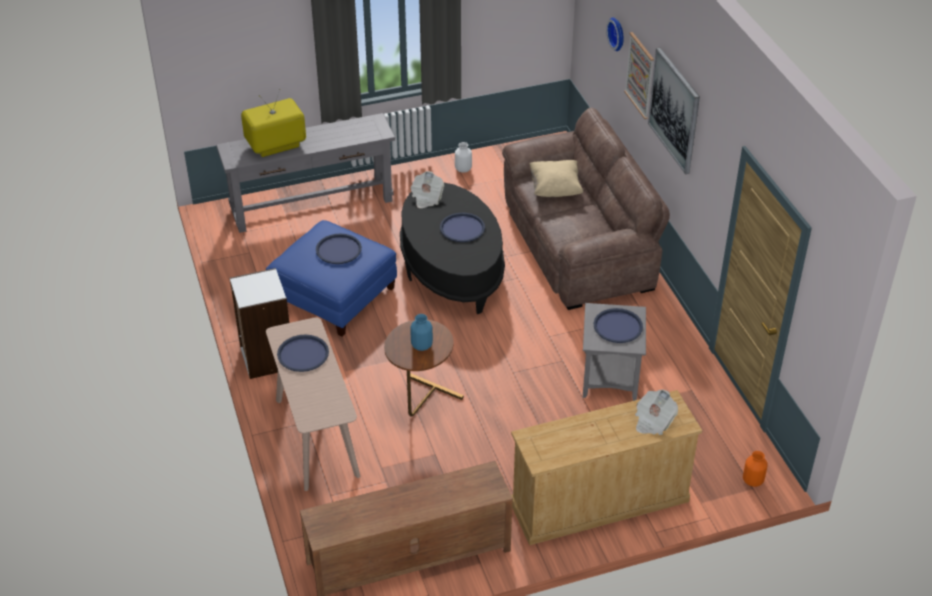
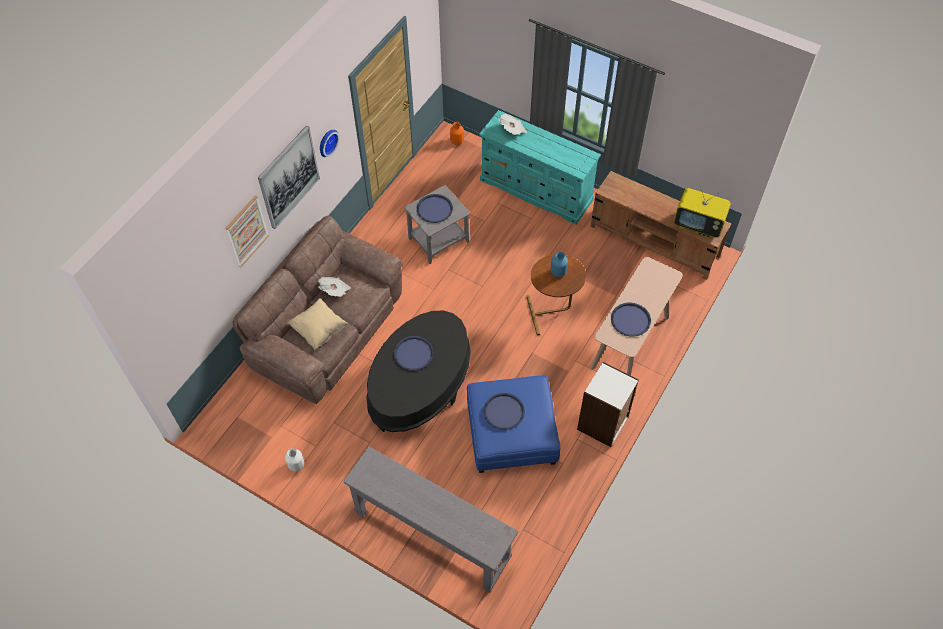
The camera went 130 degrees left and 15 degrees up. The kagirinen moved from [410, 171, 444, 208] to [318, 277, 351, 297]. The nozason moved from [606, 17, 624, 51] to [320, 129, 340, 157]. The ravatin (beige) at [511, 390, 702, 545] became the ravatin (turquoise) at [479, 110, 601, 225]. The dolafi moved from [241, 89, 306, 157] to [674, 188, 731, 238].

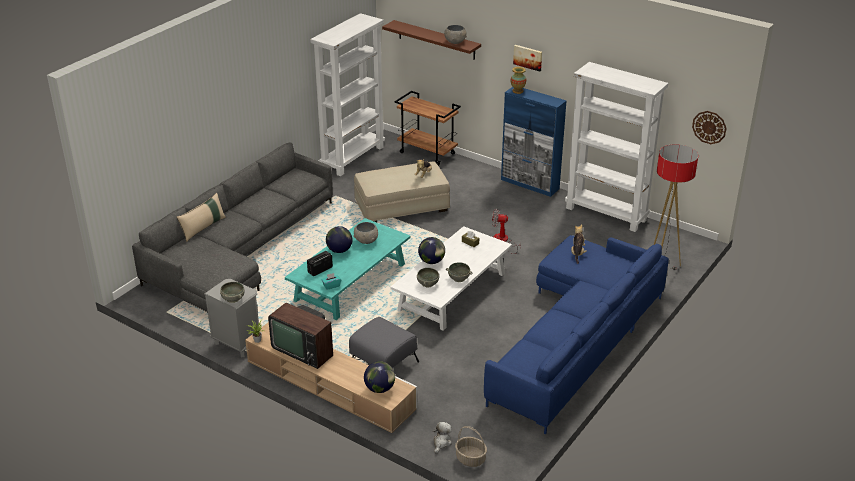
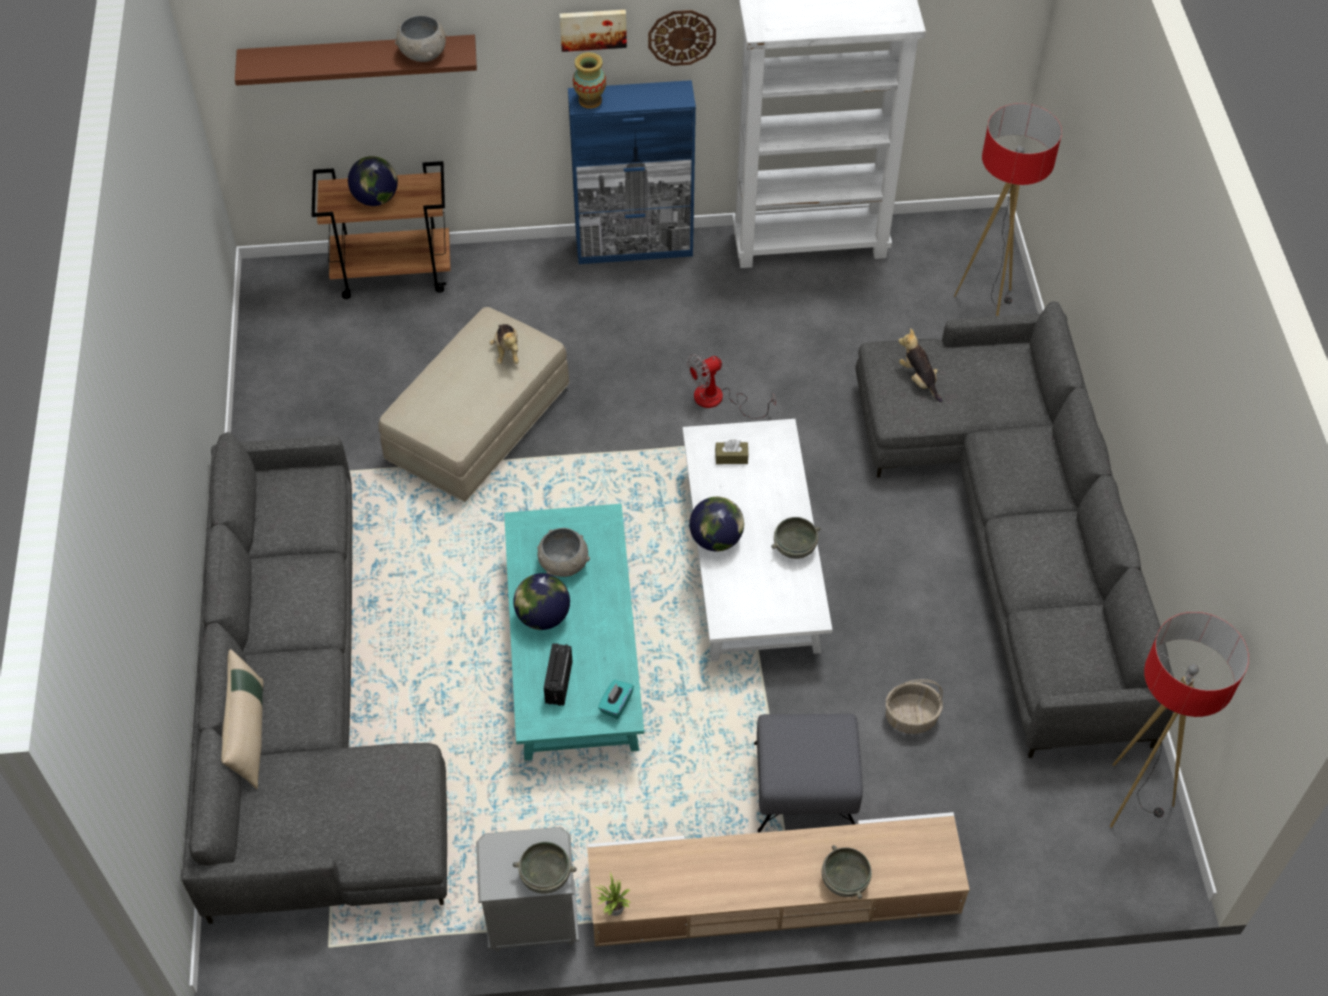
The camera went 40 degrees left and 20 degrees up. The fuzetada moved from [364, 361, 395, 393] to [348, 156, 398, 206]. The nozason moved from [692, 111, 727, 144] to [648, 10, 716, 66]. The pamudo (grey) moved from [417, 268, 439, 287] to [822, 845, 872, 899]. The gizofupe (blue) at [484, 235, 669, 435] became the gizofupe (grey) at [856, 301, 1174, 758]. The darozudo moved from [455, 426, 487, 467] to [886, 679, 943, 734]. The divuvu at [1110, 612, 1249, 828] appeared. The dolafi at [268, 303, 333, 369] disappeared. The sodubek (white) at [310, 13, 385, 176] disappeared. The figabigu at [433, 422, 452, 454] disappeared.

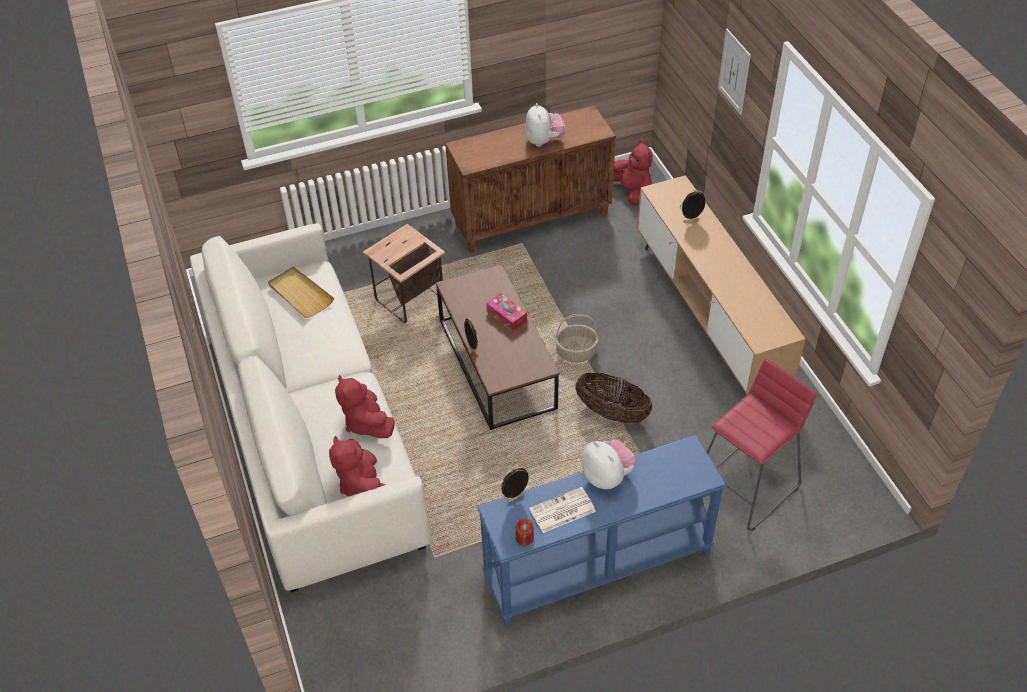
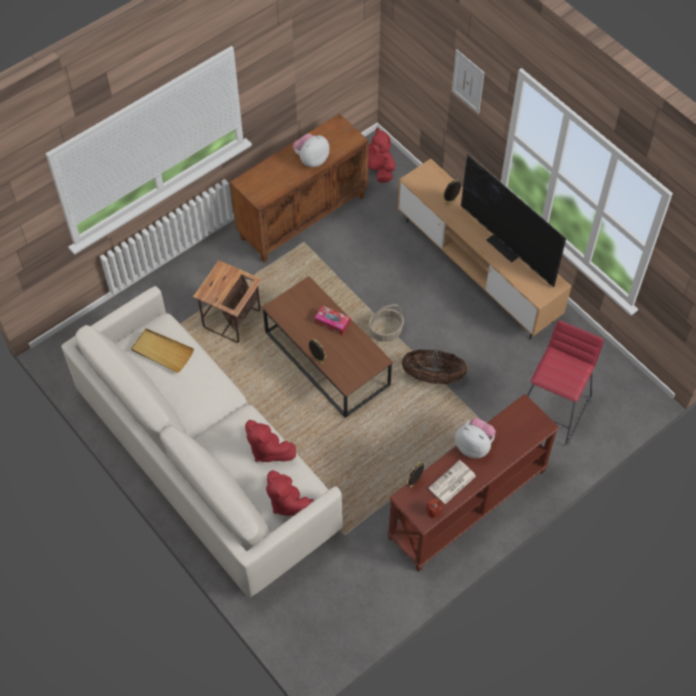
The camera went 20 degrees left and 10 degrees up. The figabigu at [525, 103, 565, 147] turned 105 degrees counterclockwise. The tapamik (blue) at [477, 435, 726, 626] became the tapamik (brown) at [387, 394, 560, 572]. The dolafi at [461, 154, 566, 287] appeared.

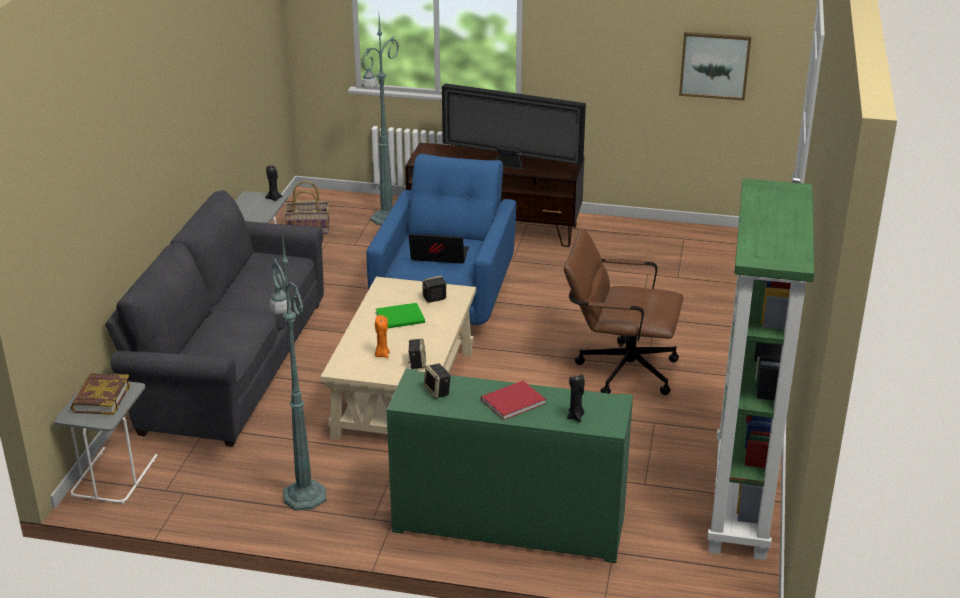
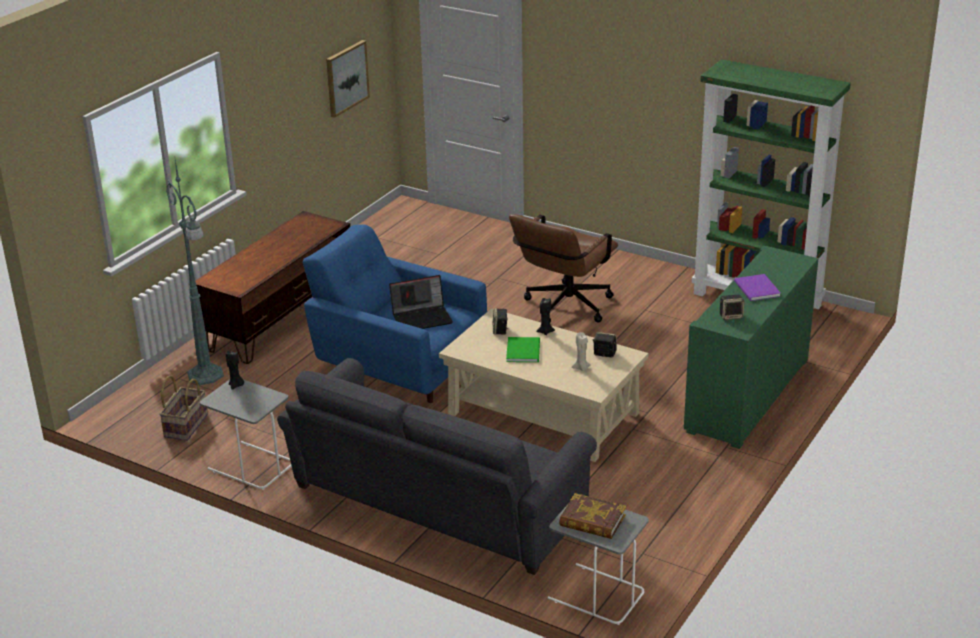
The camera went 70 degrees left and 0 degrees up. The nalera at [408, 234, 469, 264] turned 135 degrees counterclockwise. The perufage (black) moved from [567, 374, 585, 422] to [536, 298, 555, 335]. The perufage (orange) at [375, 315, 390, 358] became the perufage (beige) at [572, 333, 590, 371]. The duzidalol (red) at [481, 381, 546, 420] became the duzidalol (purple) at [734, 274, 781, 301]. The divuvu (green) at [269, 233, 327, 511] disappeared. The dolafi at [442, 83, 586, 170] disappeared.

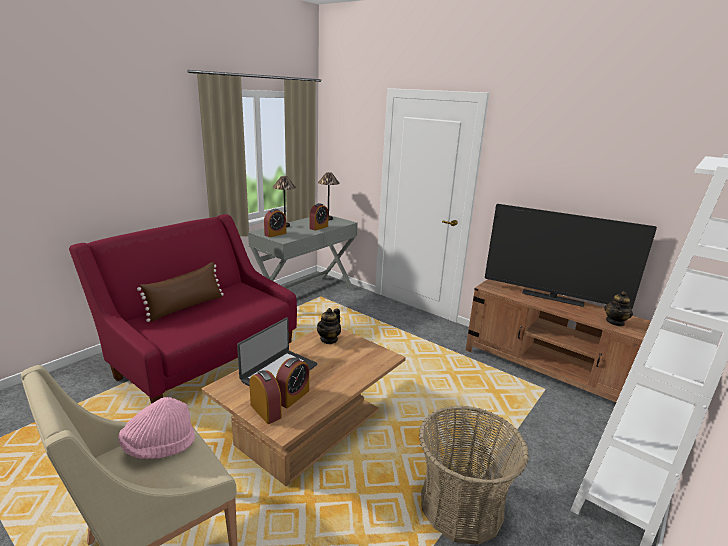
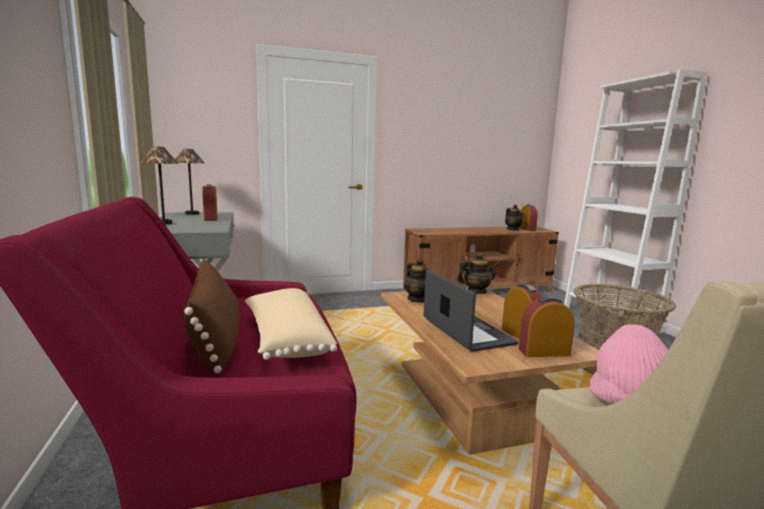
The camera went 55 degrees left and 10 degrees down. The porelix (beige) at [245, 288, 337, 360] appeared. The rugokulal at [457, 253, 499, 294] appeared. The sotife moved from [264, 209, 286, 237] to [519, 204, 538, 231]. The dolafi at [485, 204, 657, 309] disappeared.

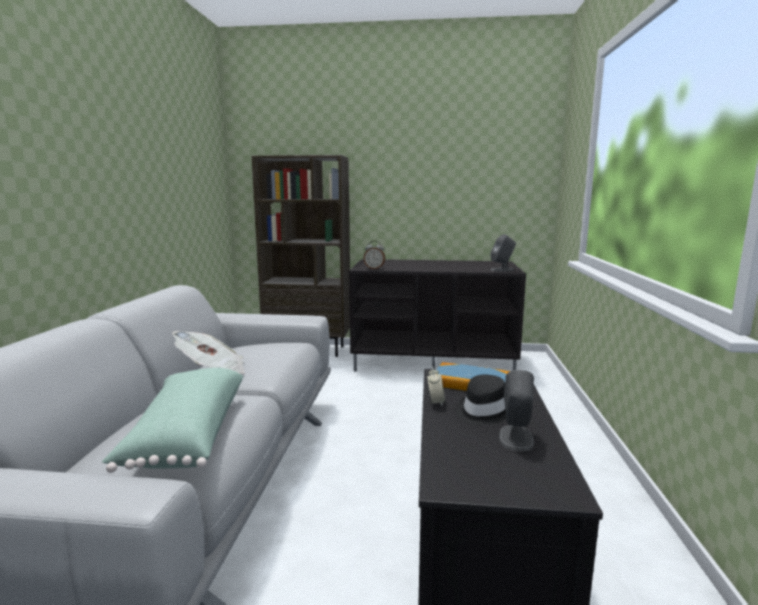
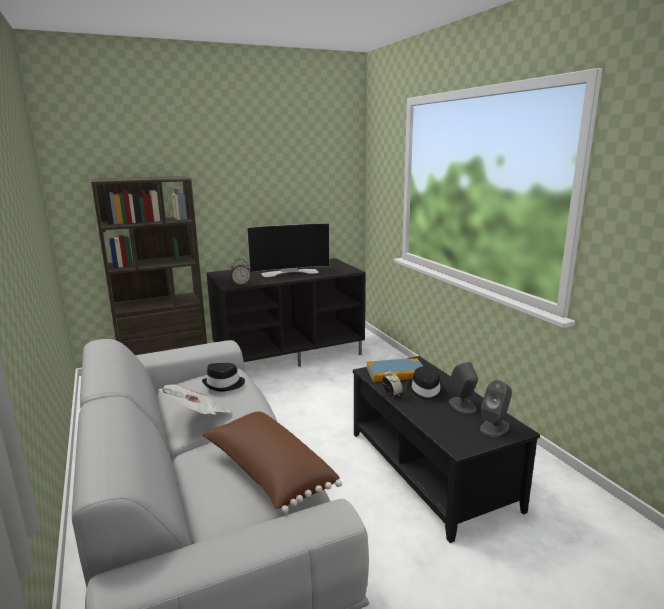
The camera went 30 degrees left and 5 degrees up. The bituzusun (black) at [202, 363, 245, 391] appeared. The porelix (green) at [102, 368, 243, 473] became the porelix (brown) at [203, 412, 342, 514]. The dolafi at [247, 223, 330, 277] appeared. The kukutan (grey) moved from [490, 234, 516, 272] to [480, 380, 512, 437].

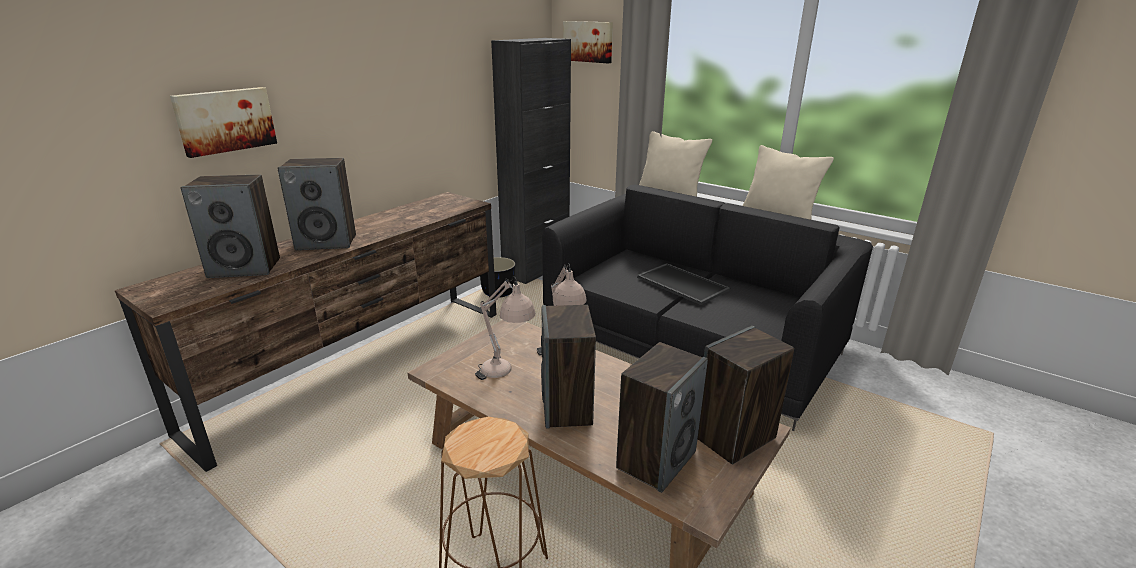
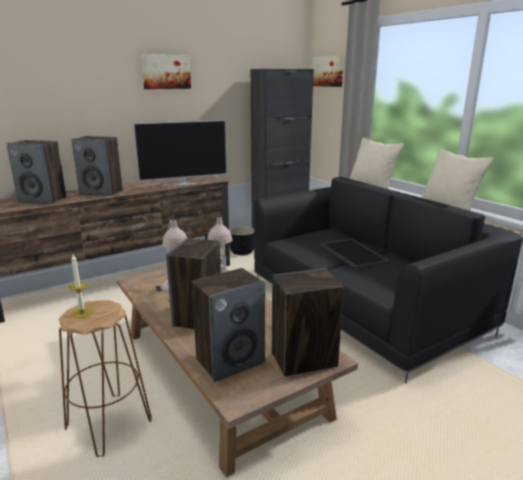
The camera went 20 degrees right and 5 degrees down. The perufage at [69, 254, 93, 318] appeared. The dolafi at [133, 120, 227, 187] appeared. The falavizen moved from [170, 87, 277, 158] to [141, 54, 191, 89].

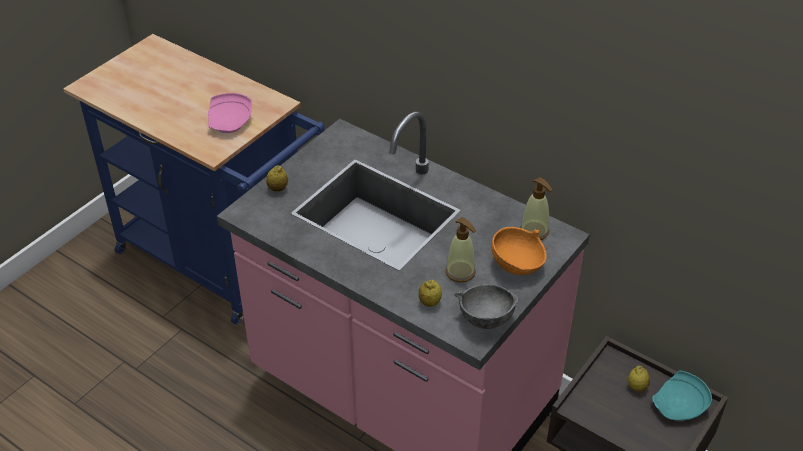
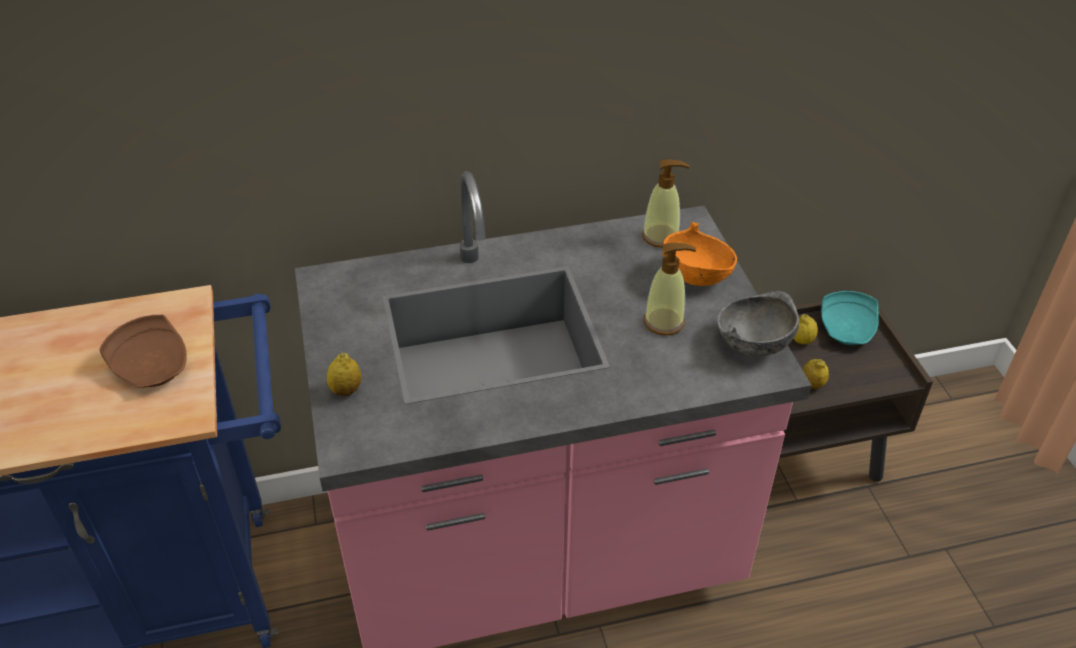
The camera went 50 degrees left and 0 degrees up. The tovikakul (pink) at [208, 93, 252, 133] became the tovikakul (brown) at [99, 315, 186, 388]. The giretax moved from [419, 280, 442, 307] to [802, 359, 829, 389].

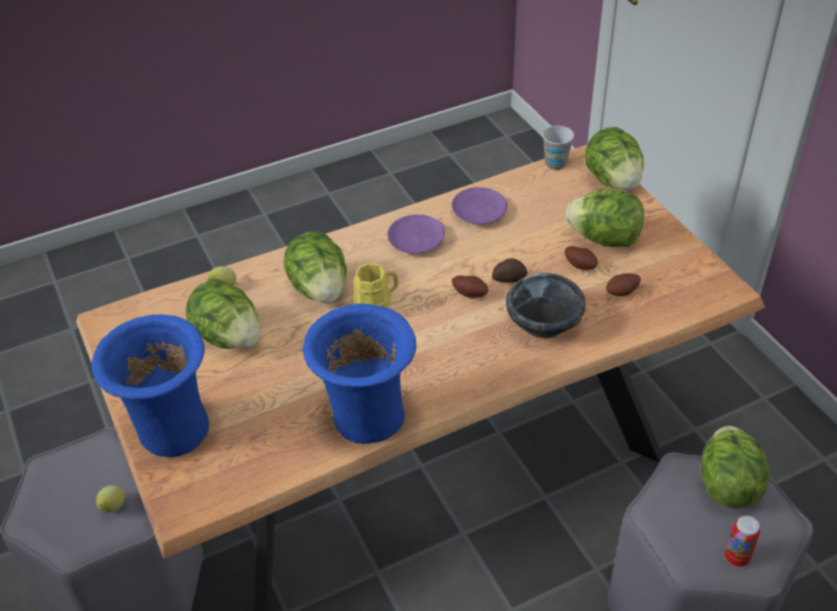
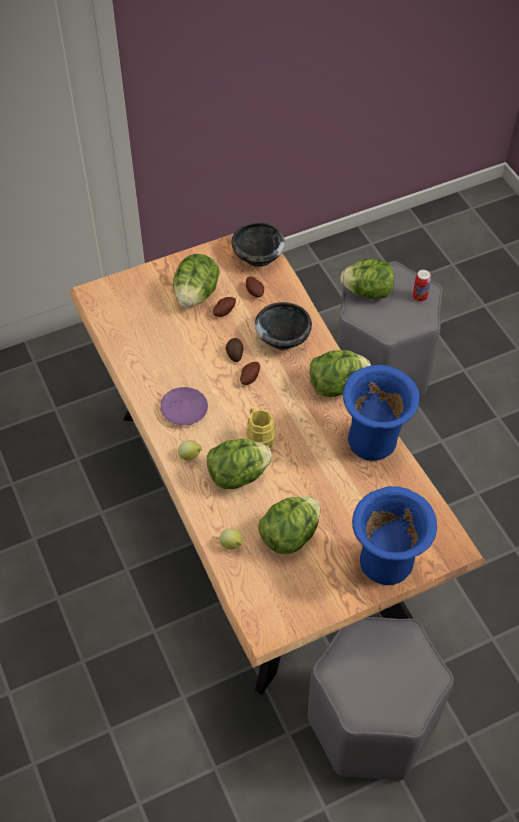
The camera went 90 degrees left and 10 degrees up. The giretax moved from [96, 485, 125, 512] to [178, 440, 202, 461]. The pamudo (black) at [231, 222, 285, 267] appeared. The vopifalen moved from [585, 127, 644, 190] to [310, 350, 371, 397]. The tovikakul (purple) at [452, 187, 507, 224] disappeared. The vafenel at [542, 126, 574, 170] disappeared.

